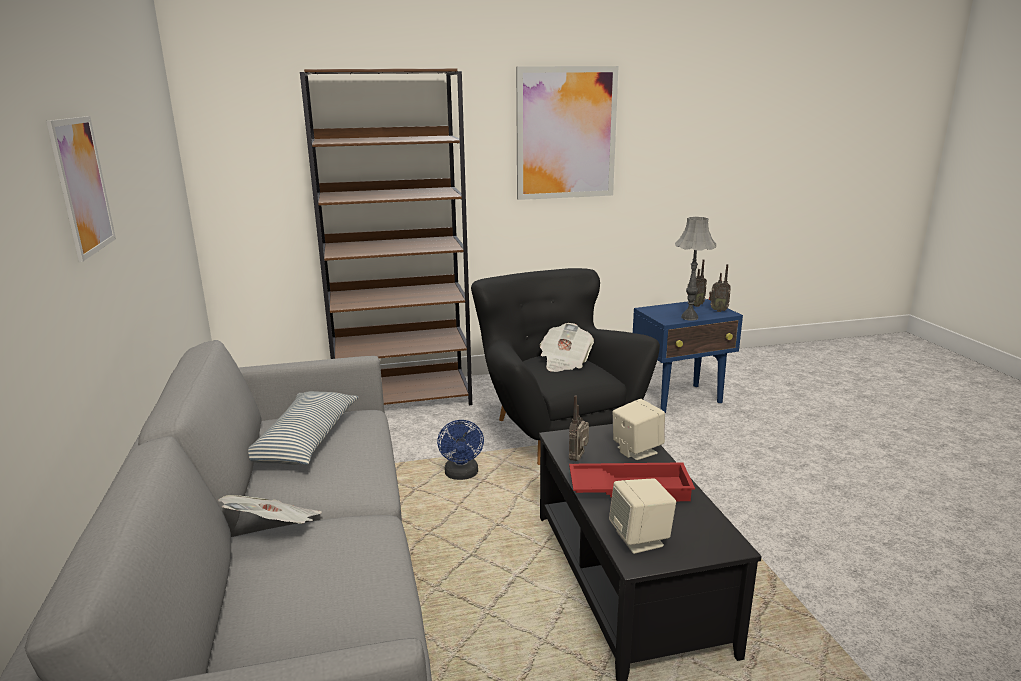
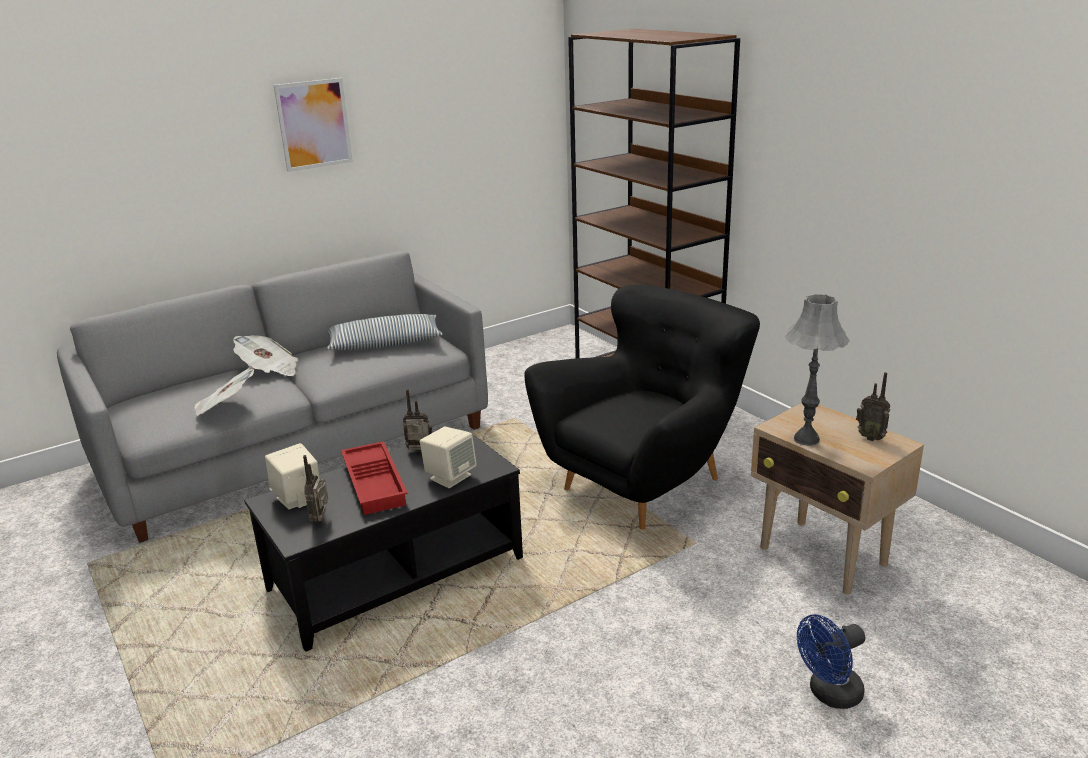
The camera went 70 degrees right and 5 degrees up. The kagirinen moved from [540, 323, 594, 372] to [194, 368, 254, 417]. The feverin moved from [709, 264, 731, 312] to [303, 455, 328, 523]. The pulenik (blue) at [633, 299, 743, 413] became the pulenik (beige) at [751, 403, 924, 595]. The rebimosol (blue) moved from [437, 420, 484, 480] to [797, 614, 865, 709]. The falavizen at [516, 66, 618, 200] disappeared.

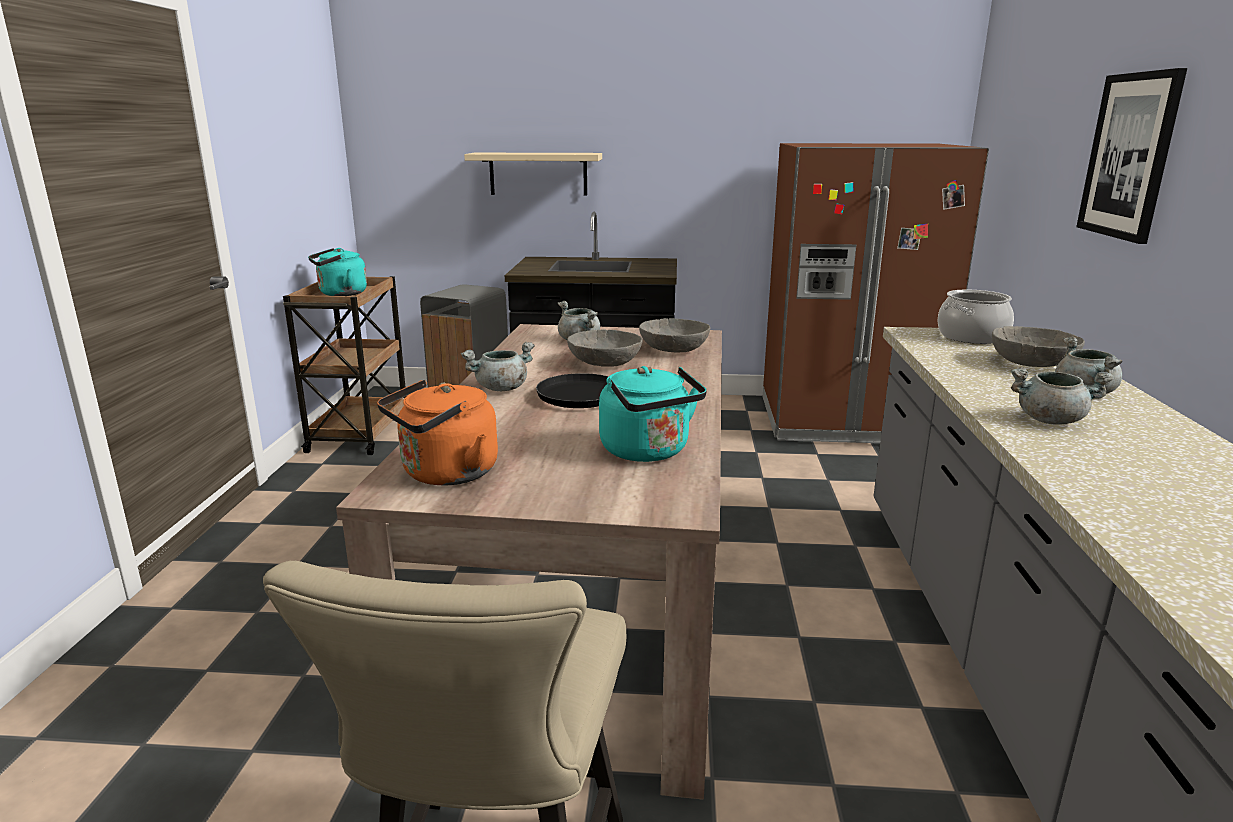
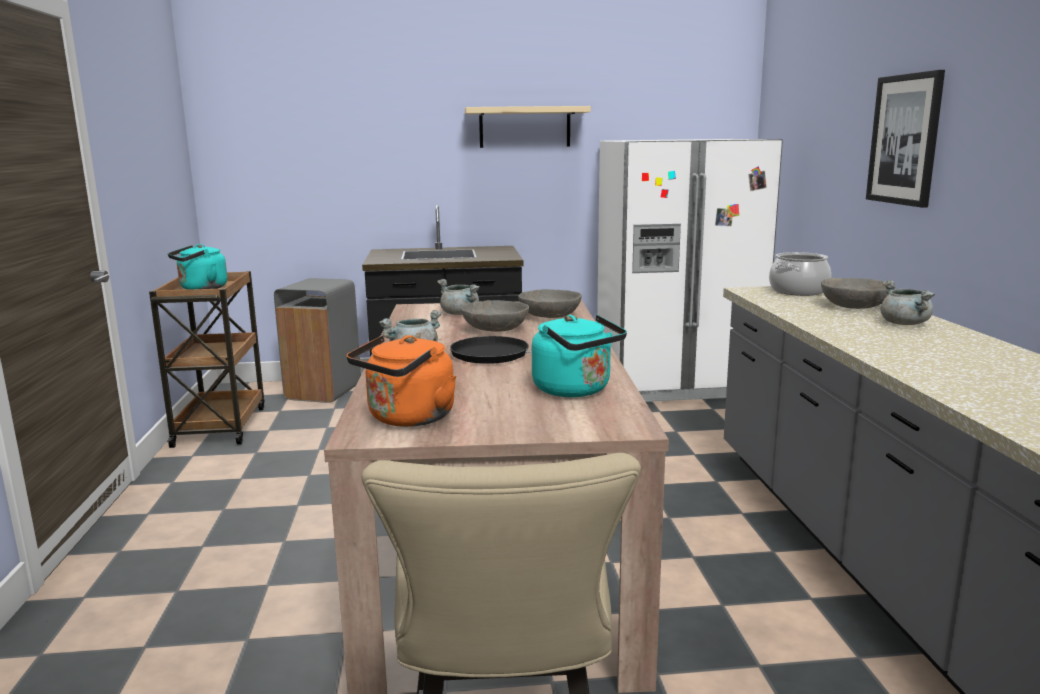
The camera went 10 degrees left and 5 degrees down. The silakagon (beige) moved from [464, 153, 602, 195] to [465, 106, 591, 148]. The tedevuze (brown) at [763, 143, 989, 443] became the tedevuze (white) at [597, 139, 783, 402]. The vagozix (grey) at [1011, 367, 1115, 425] disappeared.

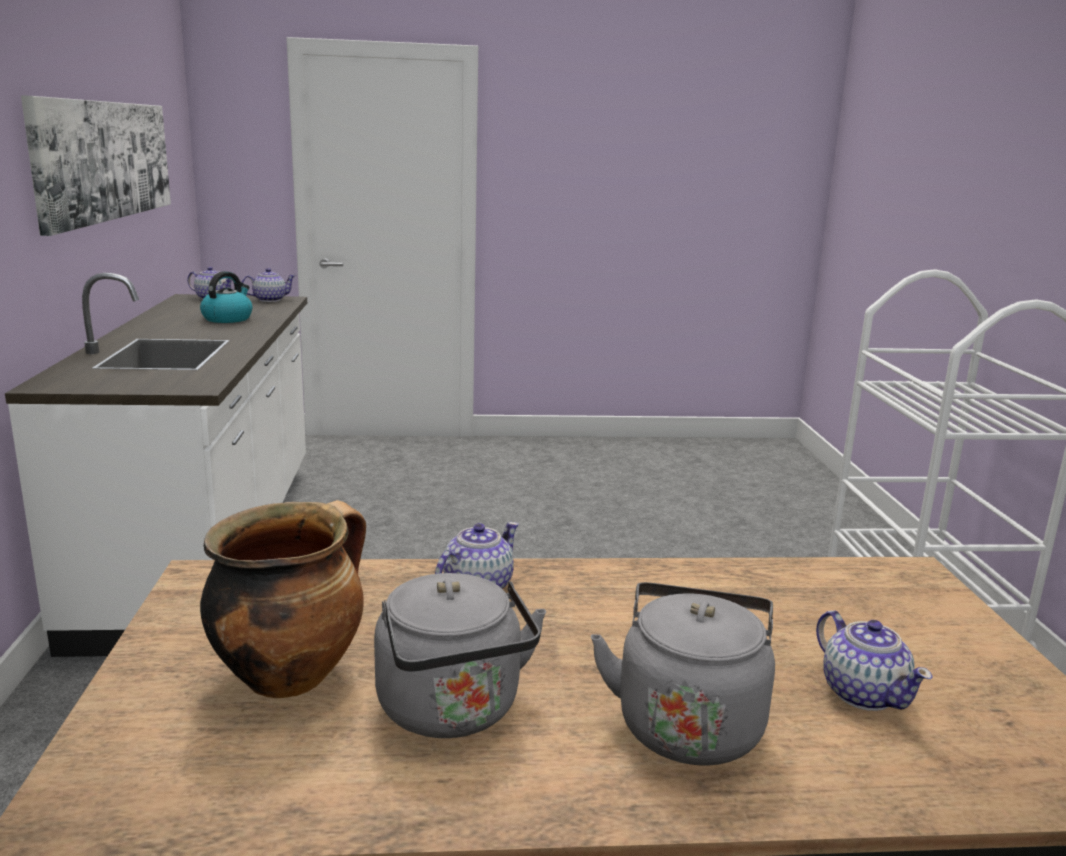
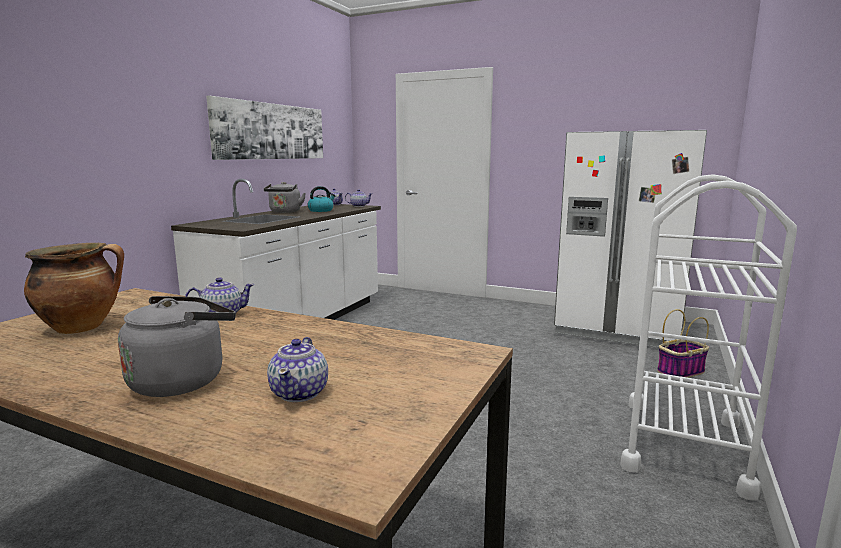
The camera went 30 degrees right and 5 degrees down. The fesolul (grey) moved from [374, 573, 546, 738] to [264, 182, 306, 213]. The tedevuze (white) at [554, 130, 707, 348] appeared. The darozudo at [657, 309, 709, 378] appeared.

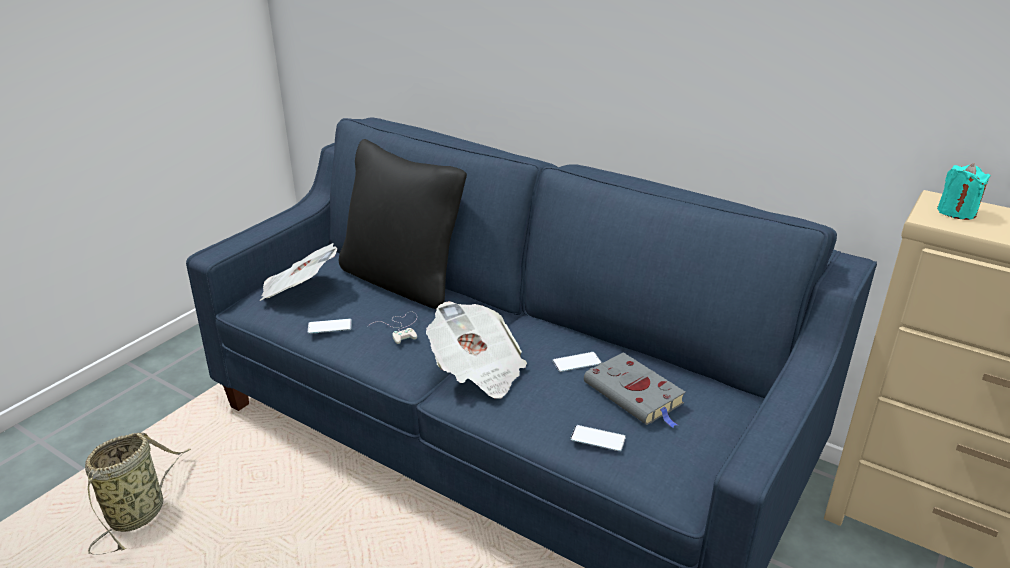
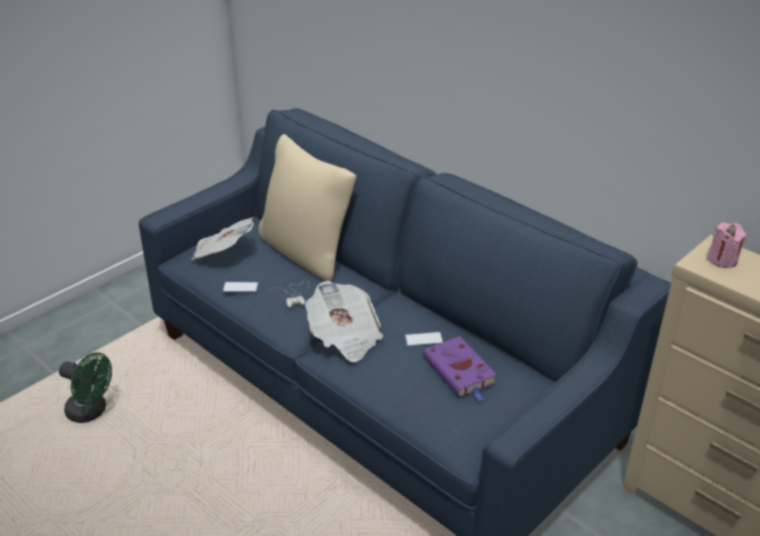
The camera went 10 degrees right and 5 degrees up. The darozudo at [85, 433, 191, 555] was replaced by the rebimosol (green) at [59, 352, 112, 423]. The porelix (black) at [339, 139, 467, 309] became the porelix (beige) at [258, 134, 357, 281]. The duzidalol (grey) at [584, 352, 686, 428] became the duzidalol (purple) at [423, 336, 497, 402]. The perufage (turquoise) at [937, 163, 991, 220] became the perufage (pink) at [707, 223, 746, 268]. The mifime at [570, 425, 626, 451] disappeared.

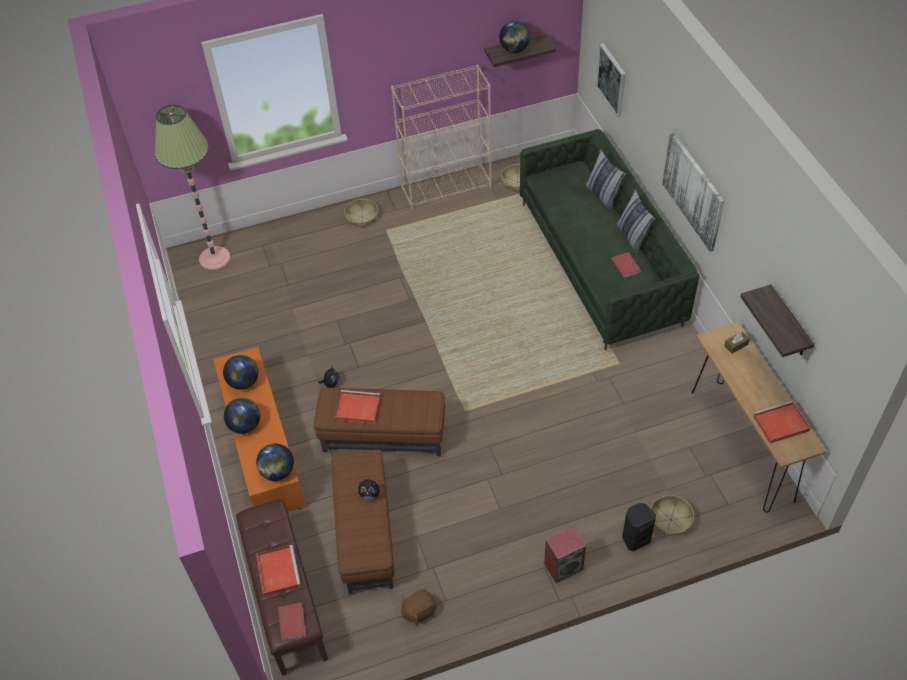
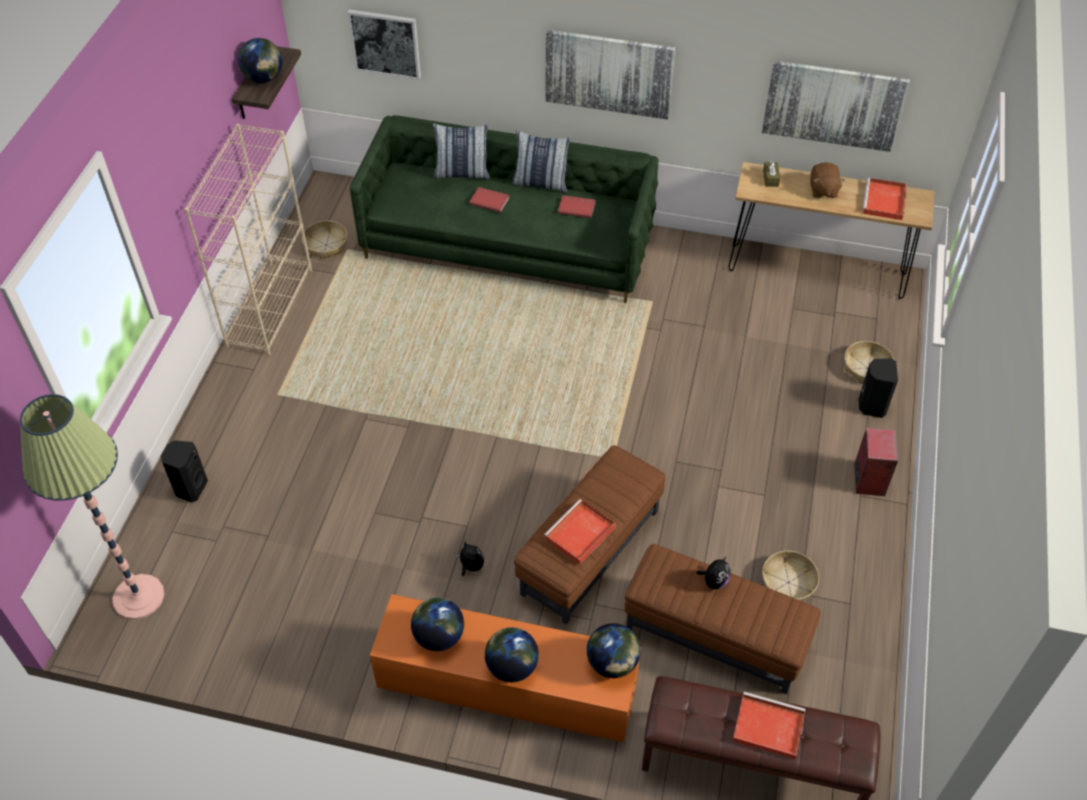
The camera went 60 degrees left and 0 degrees up. The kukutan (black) at [161, 440, 208, 502] appeared. The duzidalol (red) moved from [278, 603, 306, 640] to [469, 187, 509, 213]. The silakagon at [740, 285, 815, 357] was replaced by the falavizen at [762, 61, 910, 152]. The darozudo moved from [344, 199, 378, 228] to [762, 551, 819, 601]. The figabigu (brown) moved from [401, 589, 436, 625] to [810, 162, 845, 198].

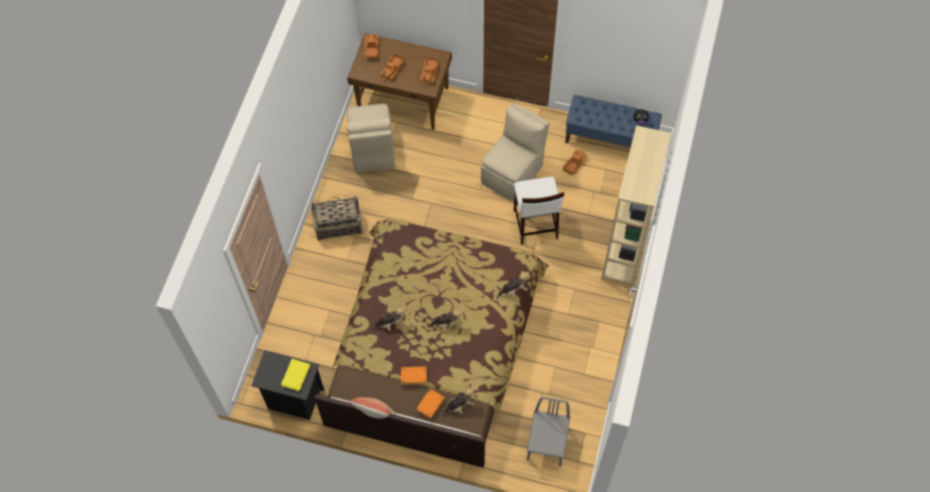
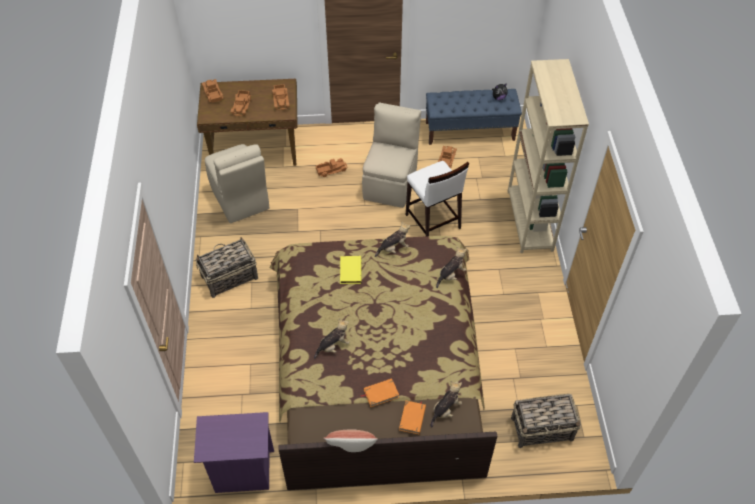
The camera went 20 degrees left and 10 degrees down. The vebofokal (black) at [251, 350, 324, 420] became the vebofokal (purple) at [194, 412, 274, 493]. The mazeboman at [316, 158, 348, 177] appeared. The duzidalol (yellow) moved from [281, 359, 310, 392] to [340, 256, 361, 284]. The figabigu moved from [428, 307, 464, 331] to [375, 222, 410, 257]. The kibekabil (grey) at [527, 396, 570, 467] was replaced by the darozudo at [511, 394, 581, 448].

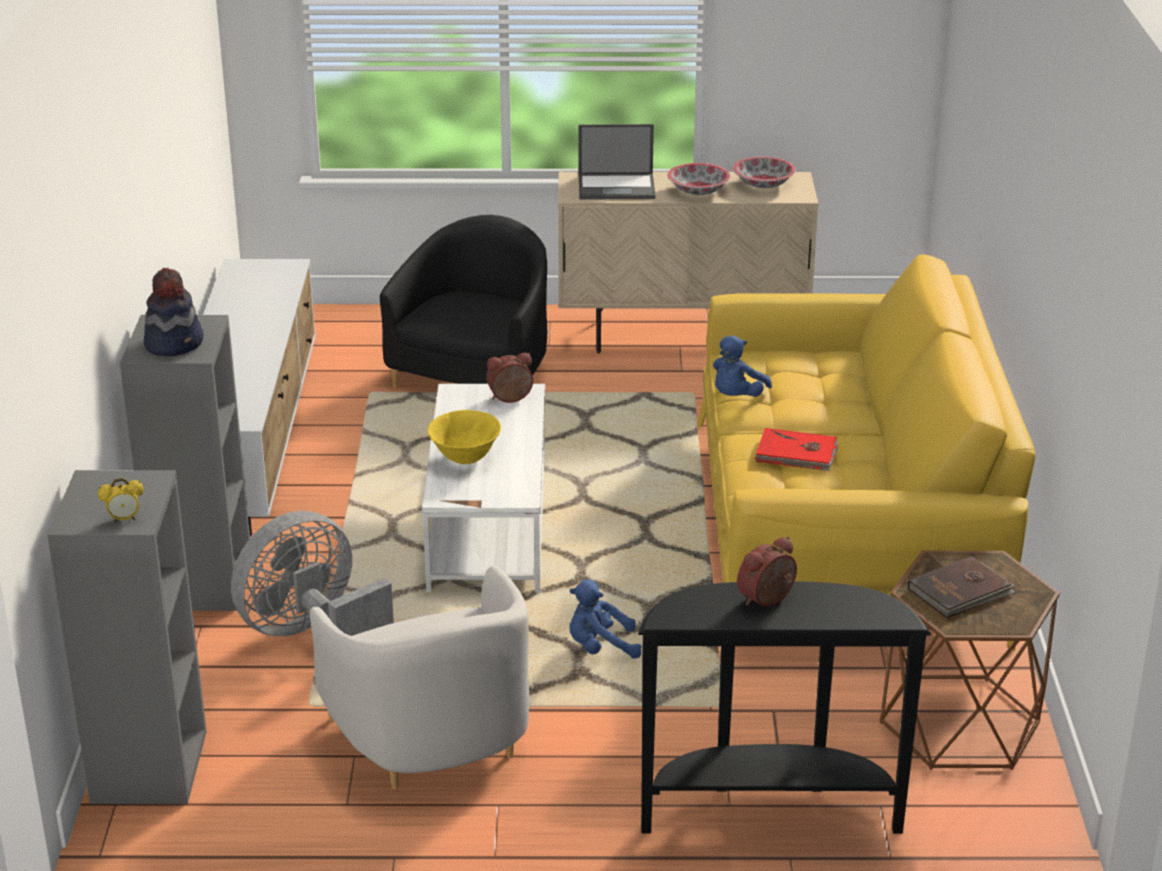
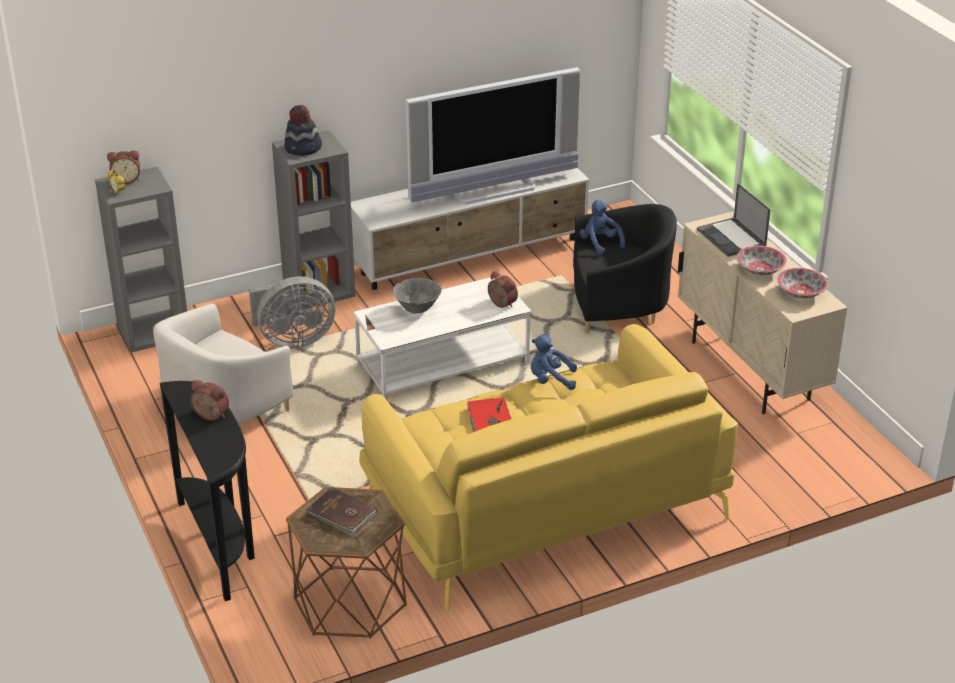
The camera went 65 degrees right and 5 degrees up. The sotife at [107, 150, 140, 184] appeared. The rebimosol (grey) at [231, 511, 394, 636] turned 135 degrees clockwise. The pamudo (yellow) at [428, 410, 501, 464] became the pamudo (grey) at [392, 278, 442, 313]. The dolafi at [406, 67, 580, 205] appeared. The figabigu (blue) moved from [569, 579, 642, 659] to [580, 200, 625, 255].

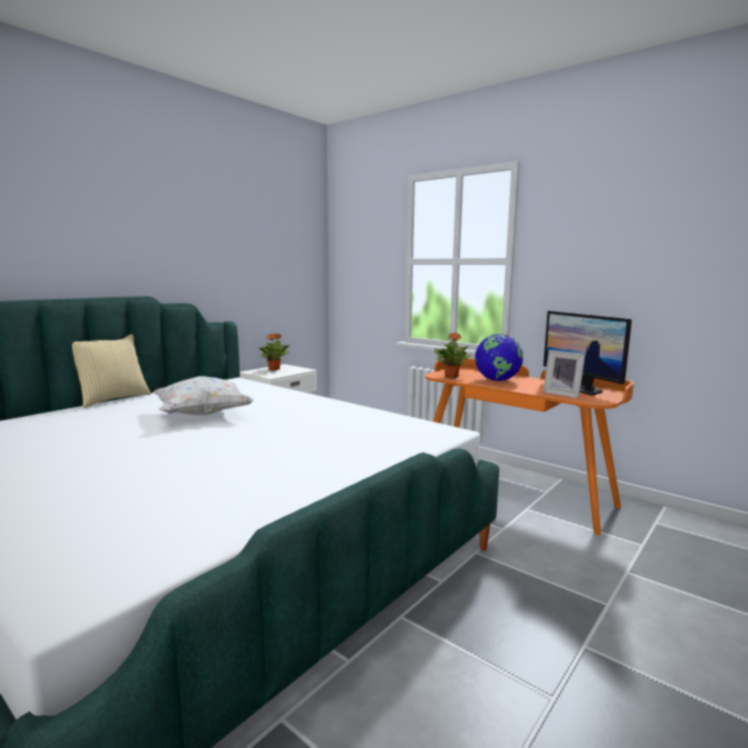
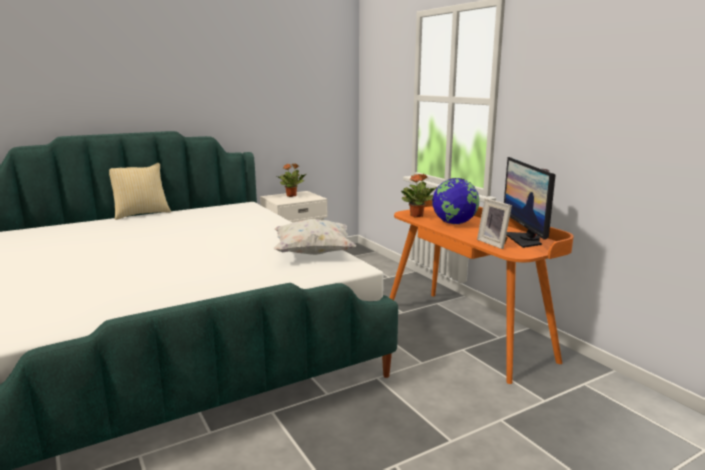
The camera went 20 degrees right and 5 degrees up. The porelix (white) moved from [152, 376, 254, 415] to [273, 219, 356, 255].

